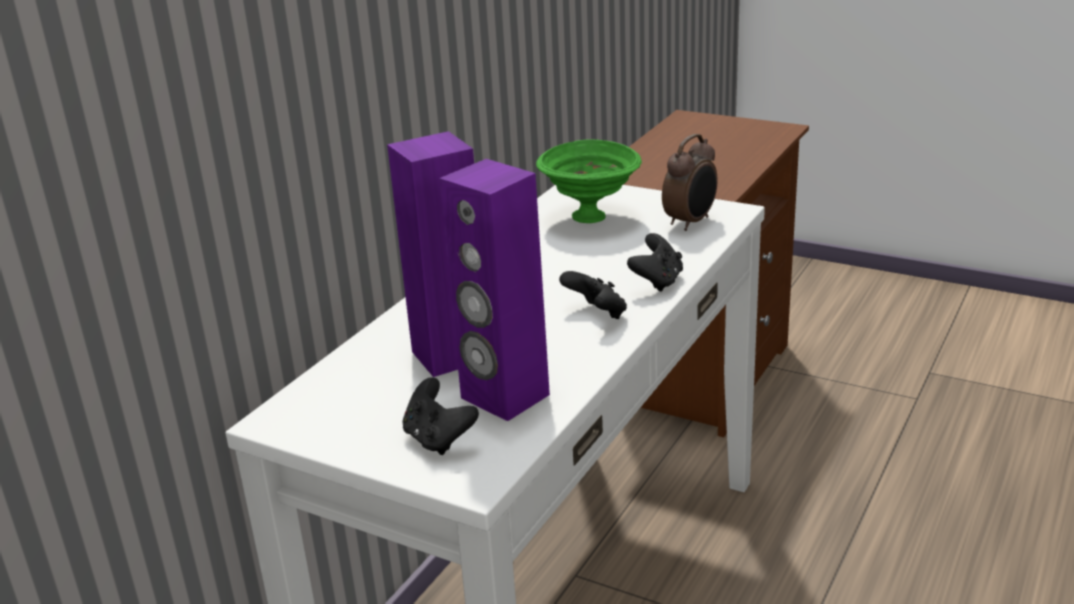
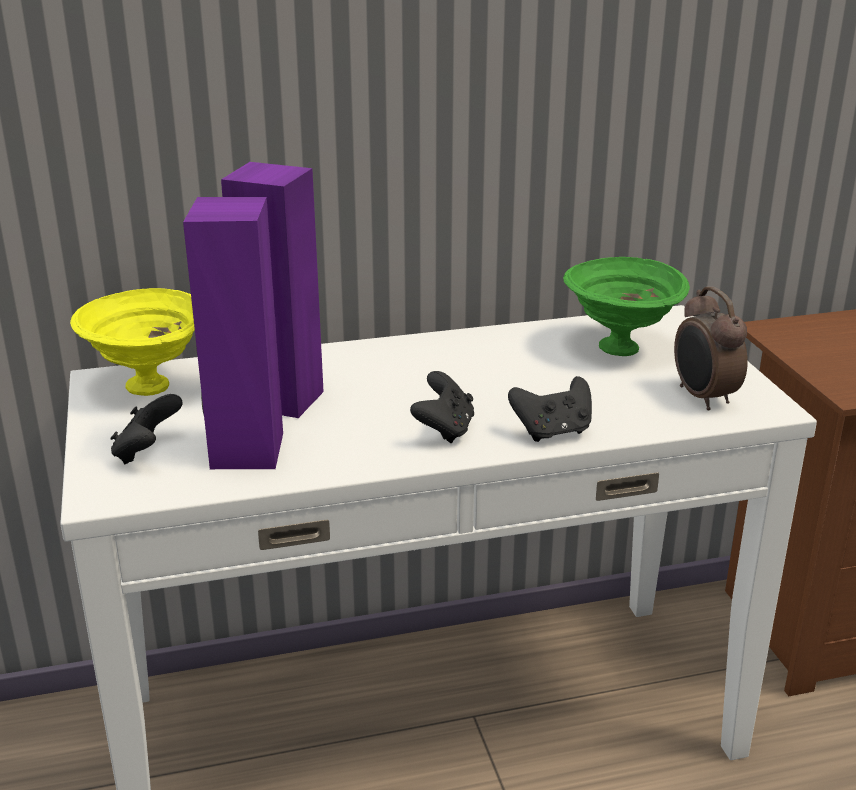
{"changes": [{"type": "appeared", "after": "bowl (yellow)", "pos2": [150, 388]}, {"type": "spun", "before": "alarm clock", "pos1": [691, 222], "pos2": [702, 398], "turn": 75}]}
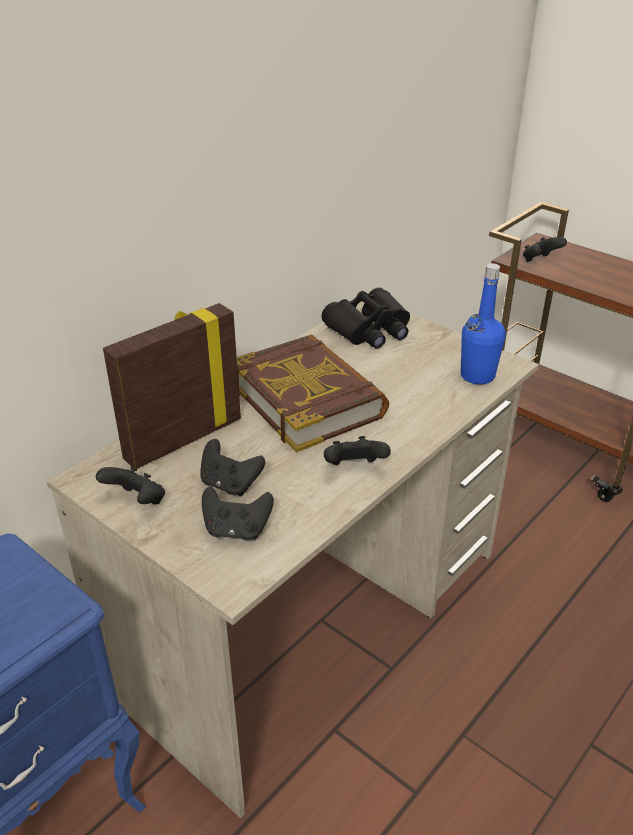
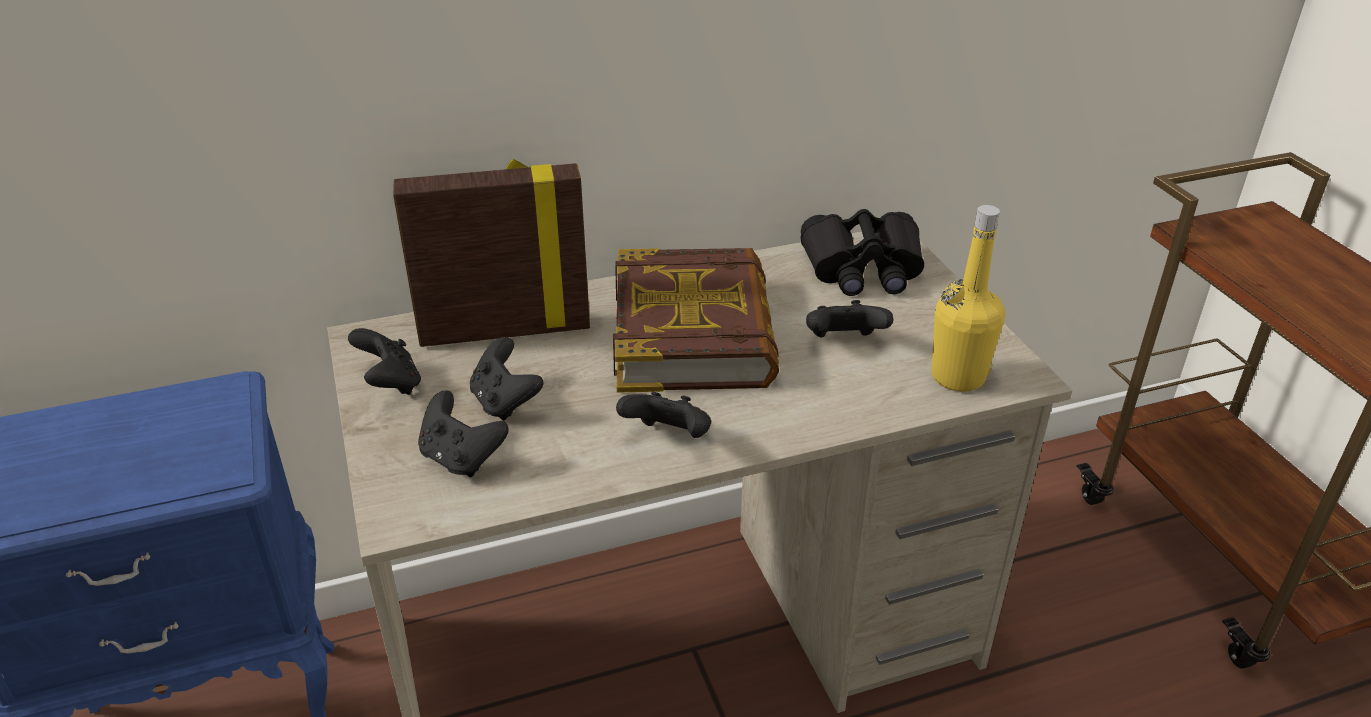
{"changes": [{"type": "relocated", "before": "game controller (black)", "pos1": [540, 261], "pos2": [844, 342]}, {"type": "colour", "before": "bottle (blue)", "after": "bottle (yellow)", "pos1": [477, 376], "pos2": [958, 377]}]}
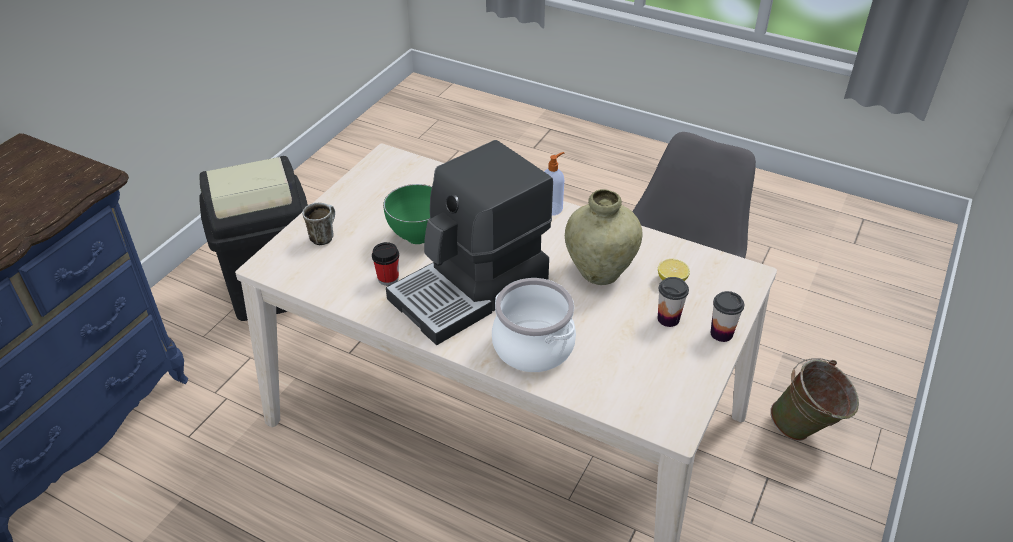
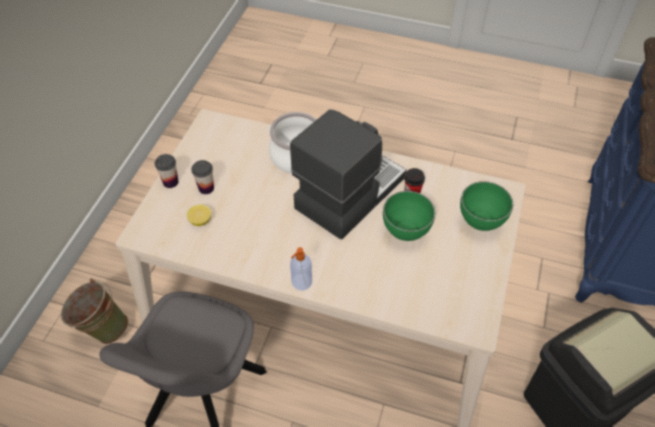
{"changes": [{"type": "missing", "before": "vase (beige)", "pos1": [599, 272]}, {"type": "exchanged", "before": "mug", "after": "bowl (green)", "pos1": [323, 236], "pos2": [481, 224]}]}
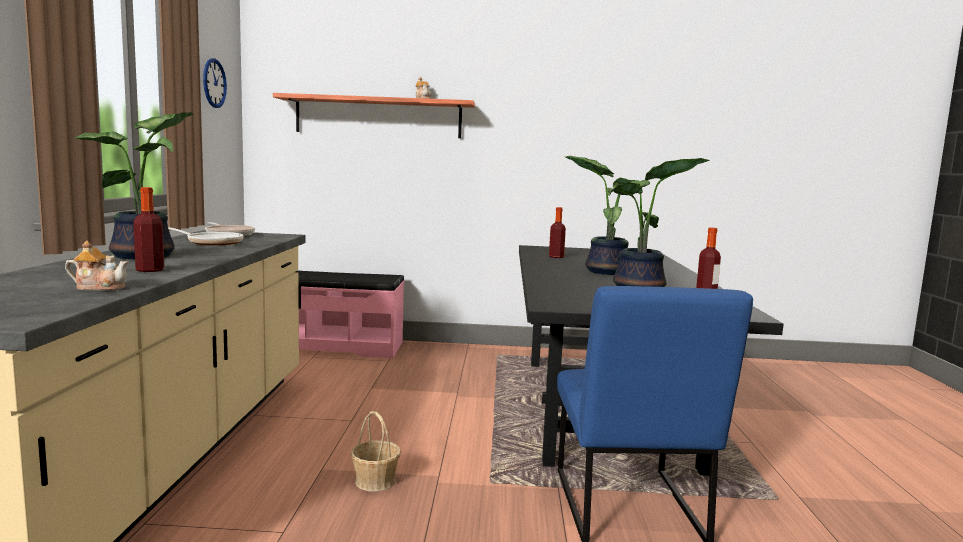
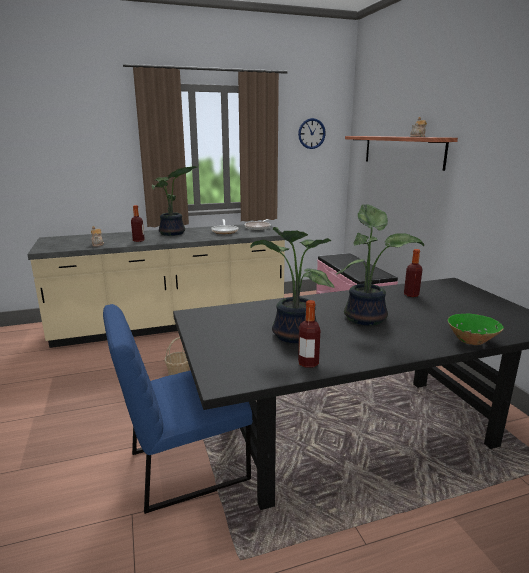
{"changes": [{"type": "appeared", "after": "bowl (green)", "pos2": [471, 341]}]}
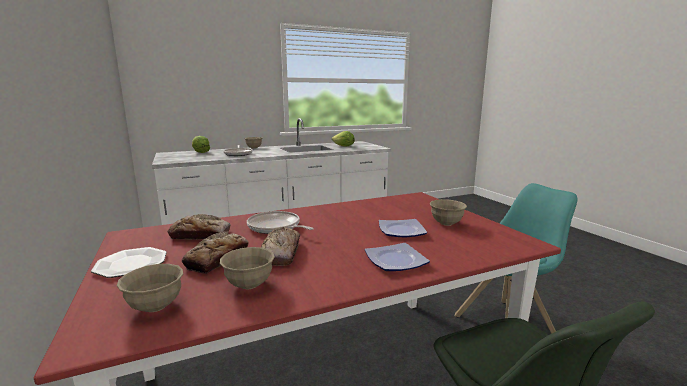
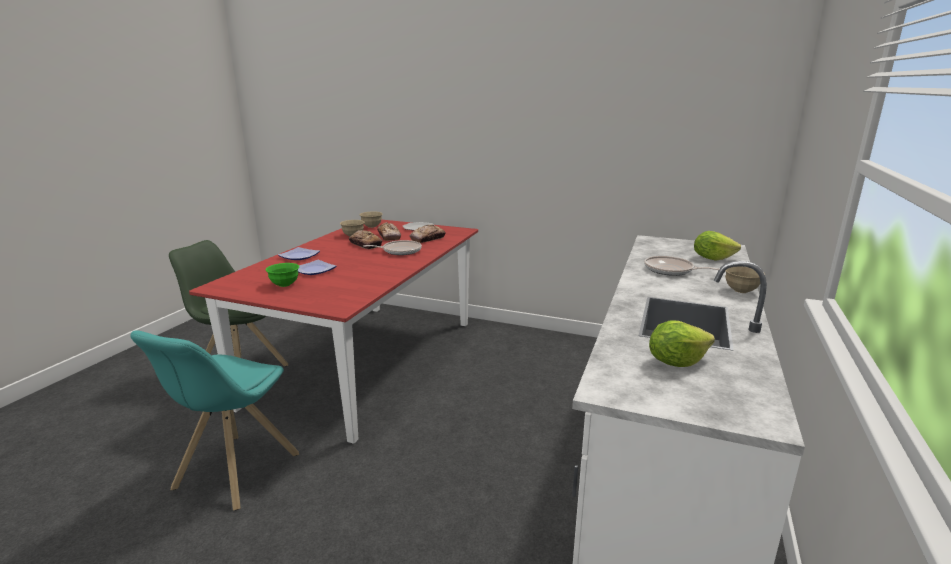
{"changes": [{"type": "colour", "before": "bowl (beige)", "after": "bowl (green)", "pos1": [446, 223], "pos2": [284, 285]}]}
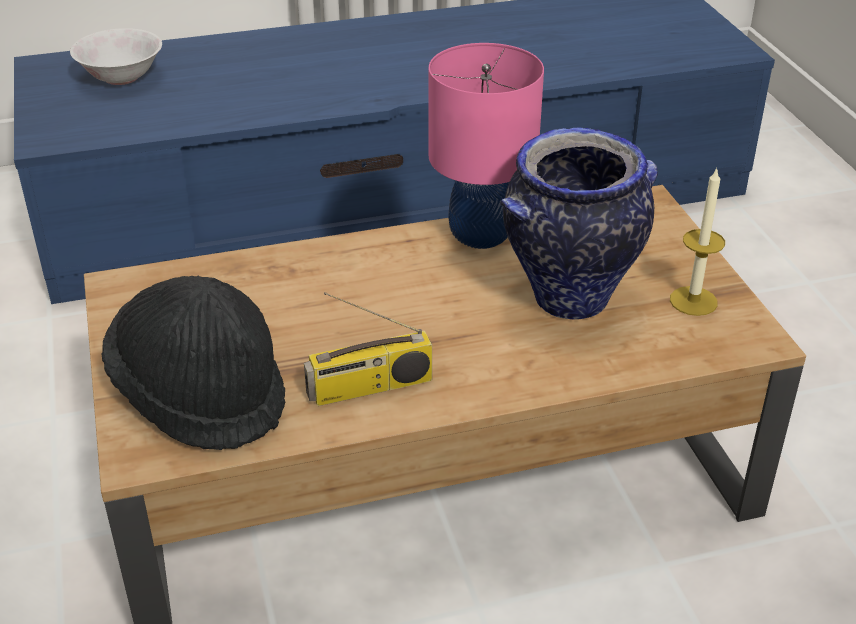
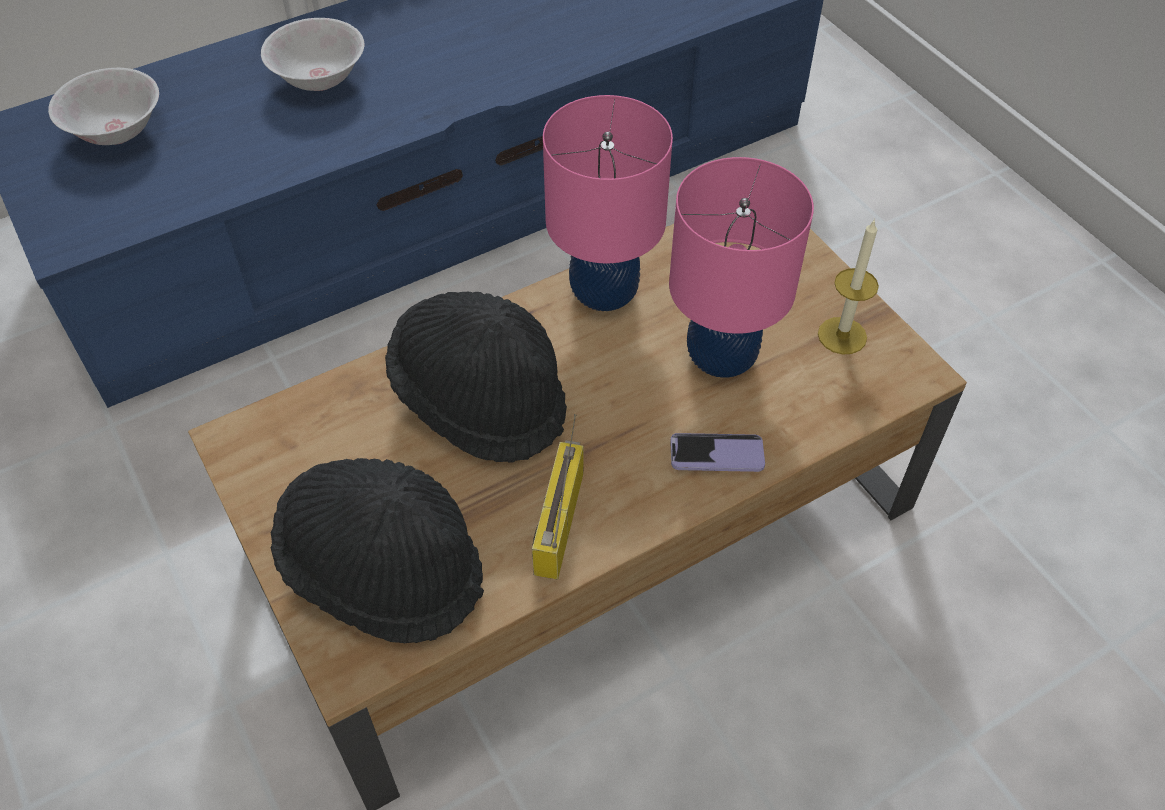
{"changes": [{"type": "appeared", "after": "bowl (white)", "pos2": [319, 79]}, {"type": "appeared", "after": "hat (black)", "pos2": [480, 399]}, {"type": "appeared", "after": "phone", "pos2": [716, 454]}, {"type": "exchanged", "before": "vase", "after": "table lamp (pink)", "pos1": [569, 301], "pos2": [721, 361]}, {"type": "spun", "before": "radio", "pos1": [369, 388], "pos2": [558, 519], "turn": 135}]}
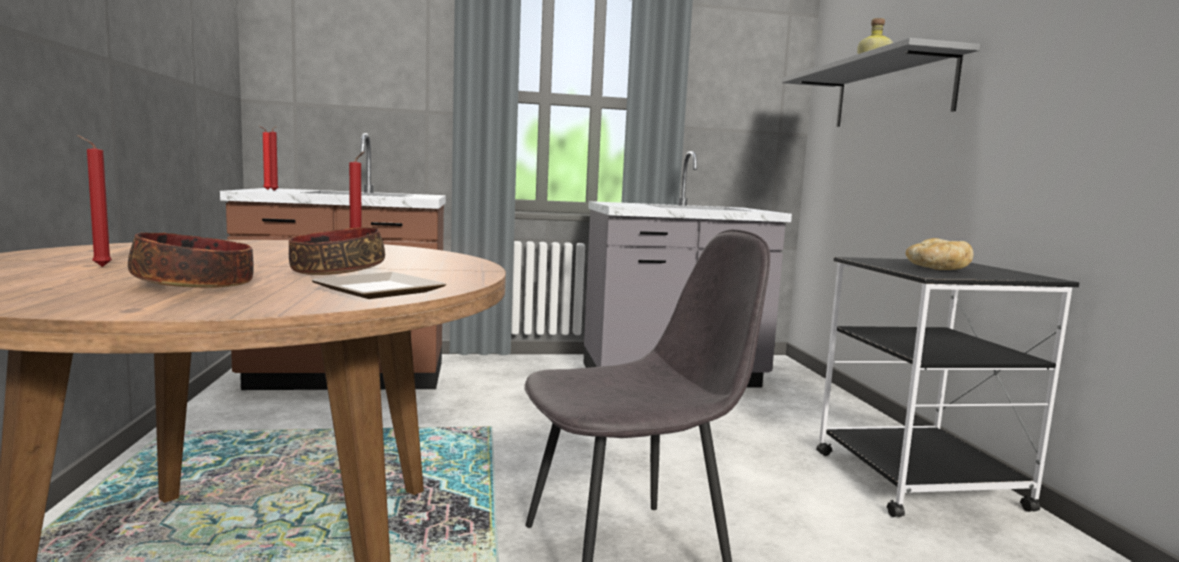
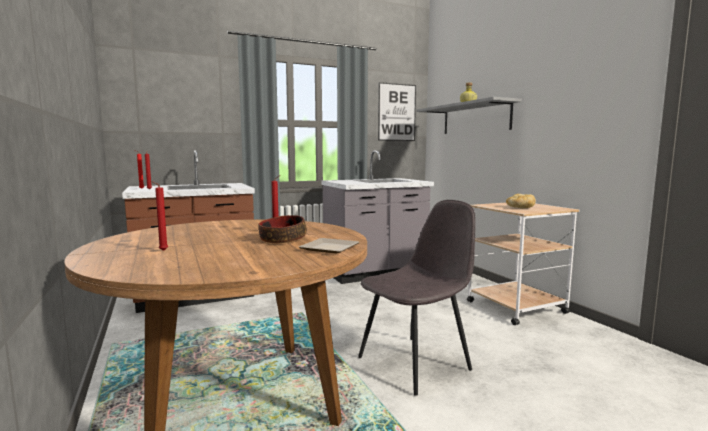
{"changes": [{"type": "missing", "before": "bowl", "pos1": [195, 285]}, {"type": "appeared", "after": "picture", "pos2": [396, 112]}, {"type": "colour", "before": "cart (black)", "after": "cart (beige)", "pos1": [919, 482], "pos2": [517, 308]}]}
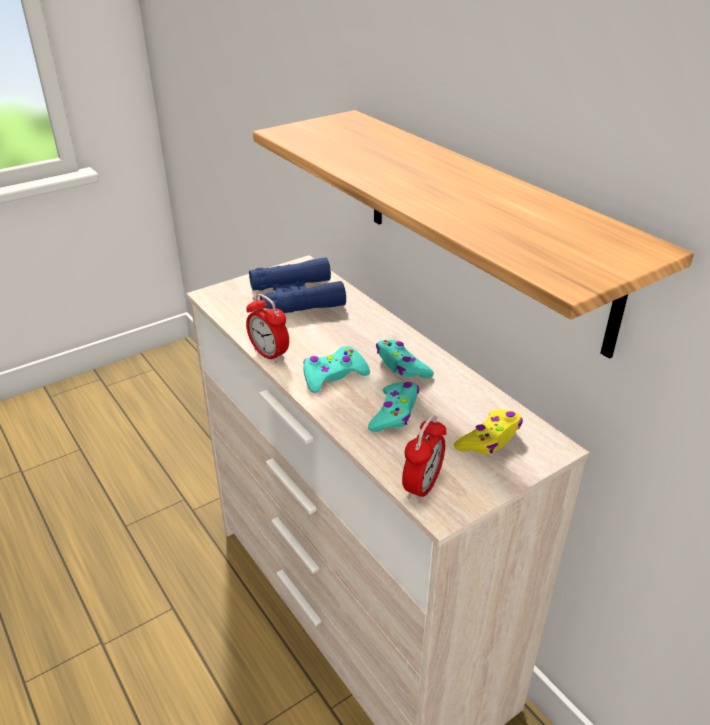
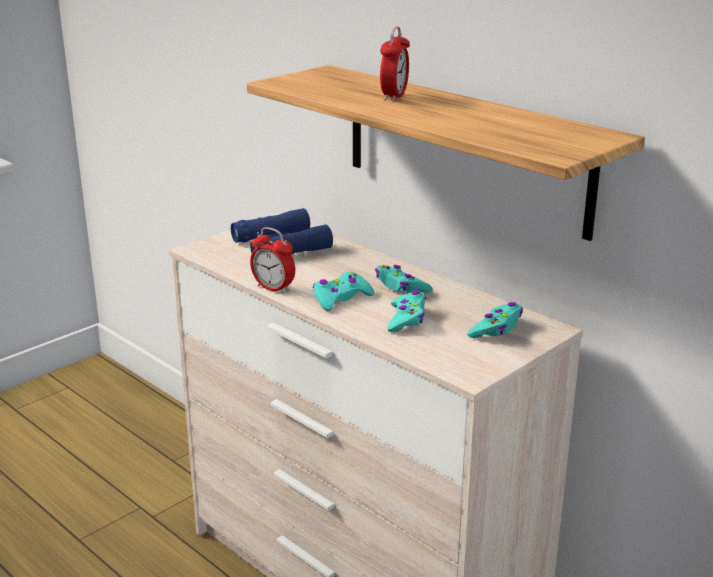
{"changes": [{"type": "relocated", "before": "alarm clock", "pos1": [422, 487], "pos2": [394, 97]}, {"type": "colour", "before": "game controller (yellow)", "after": "game controller (turquoise)", "pos1": [489, 439], "pos2": [496, 329]}]}
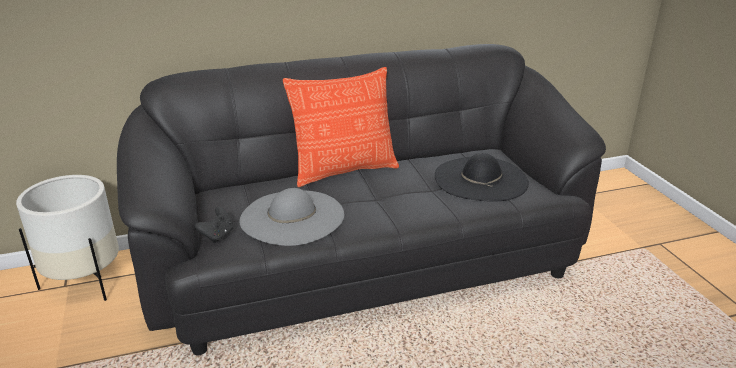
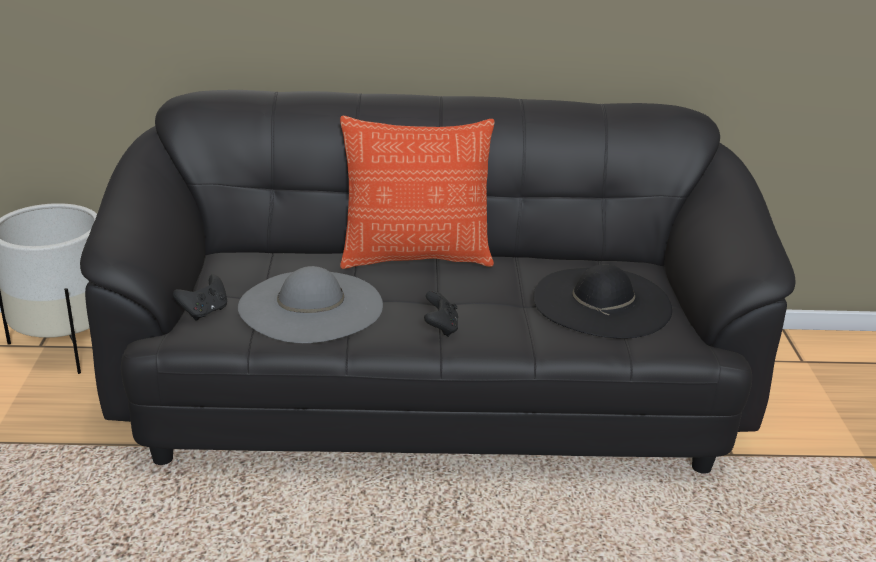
{"changes": [{"type": "appeared", "after": "game controller (black)", "pos2": [440, 328]}]}
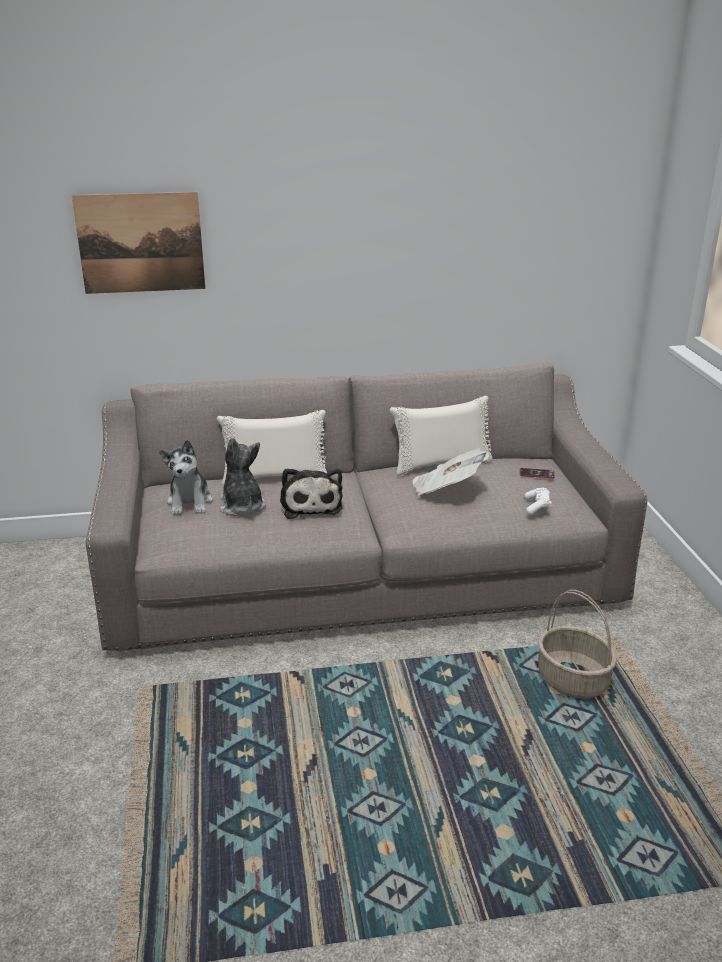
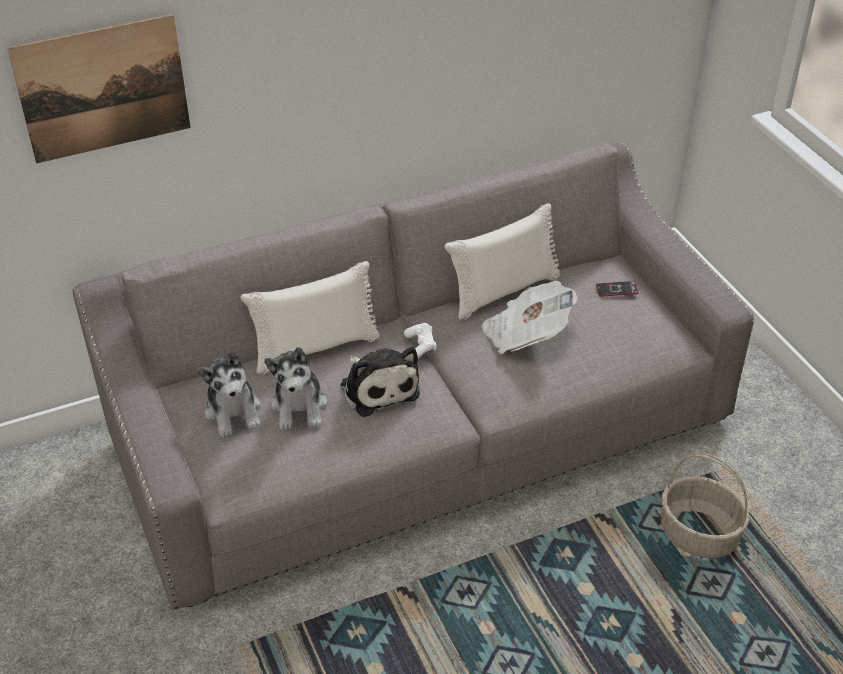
{"changes": [{"type": "relocated", "before": "game controller (white)", "pos1": [537, 507], "pos2": [420, 347]}, {"type": "spun", "before": "plush toy", "pos1": [242, 506], "pos2": [299, 406], "turn": -150}]}
